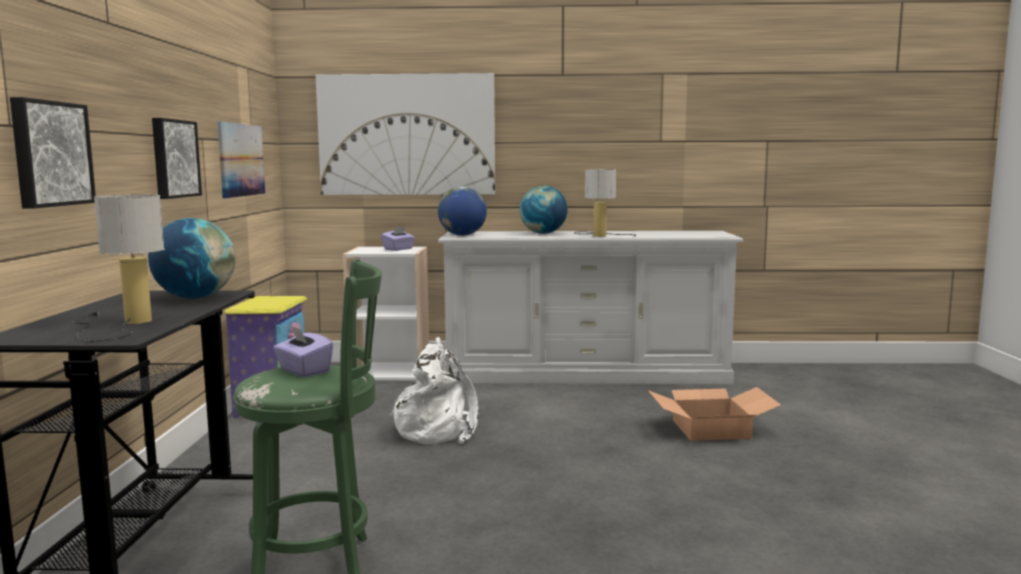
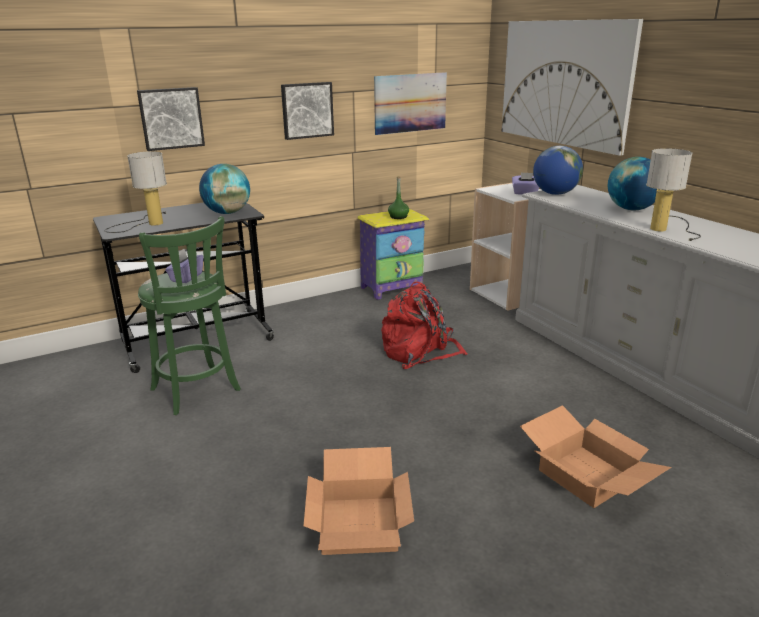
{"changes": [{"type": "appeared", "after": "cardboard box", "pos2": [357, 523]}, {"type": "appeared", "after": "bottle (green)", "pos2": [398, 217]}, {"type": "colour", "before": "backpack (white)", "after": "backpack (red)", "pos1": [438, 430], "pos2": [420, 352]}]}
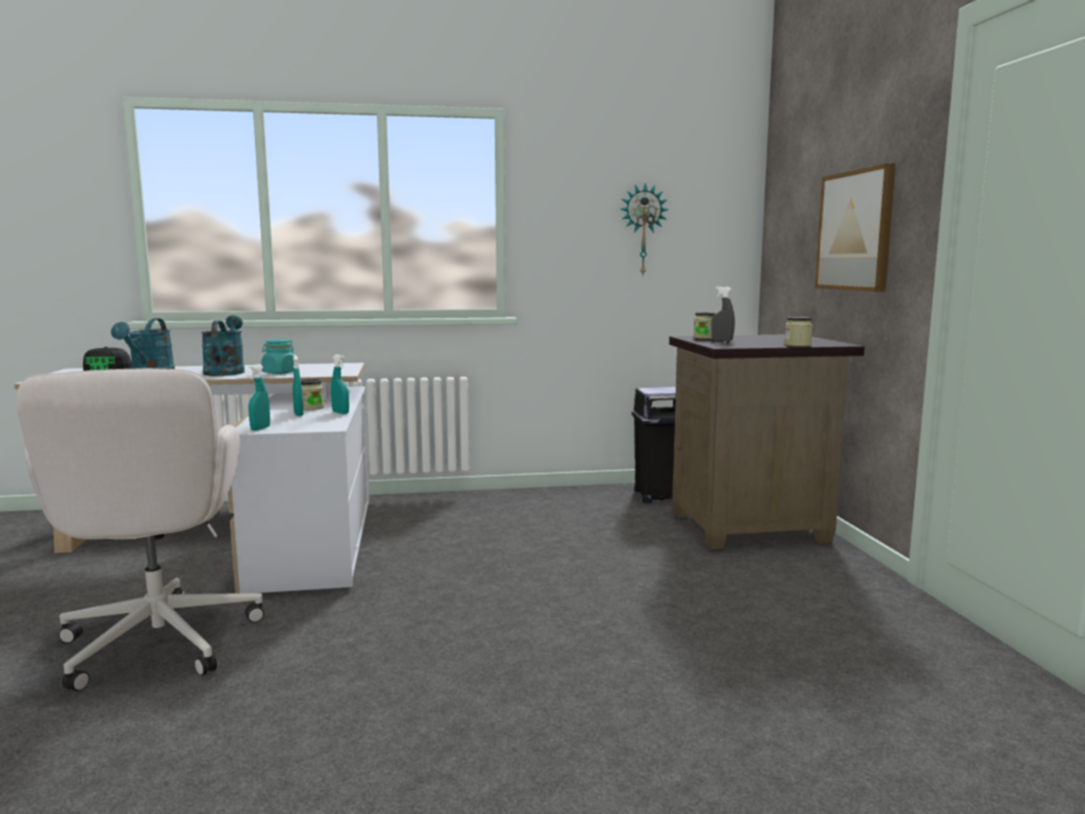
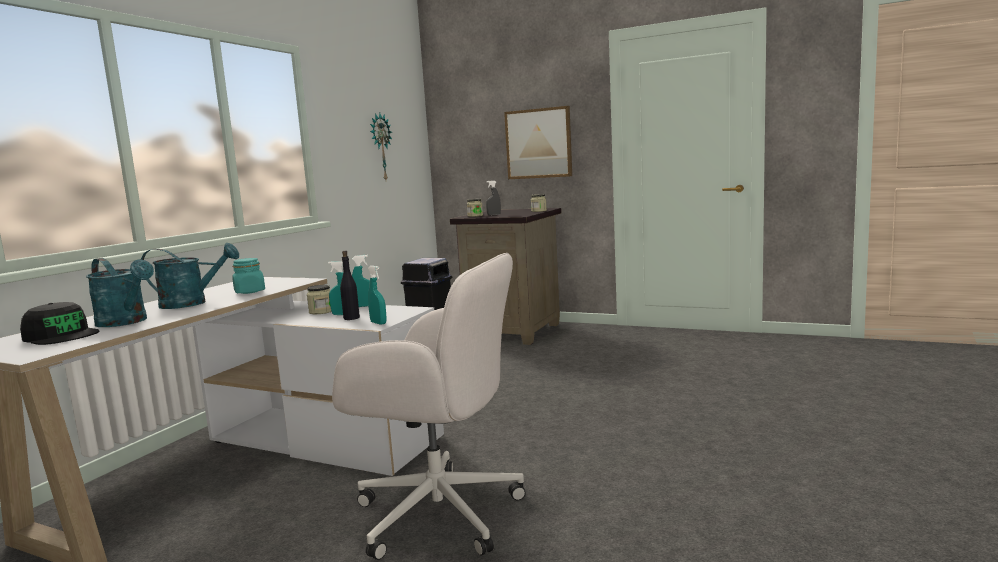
{"changes": [{"type": "appeared", "after": "bottle (black)", "pos2": [351, 318]}, {"type": "spun", "before": "watering can (turquoise)", "pos1": [226, 372], "pos2": [192, 303], "turn": 150}]}
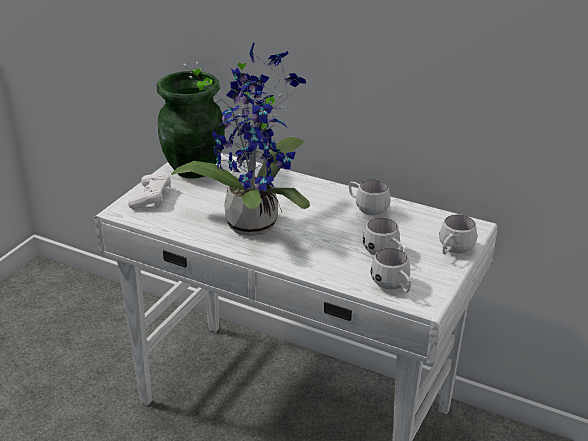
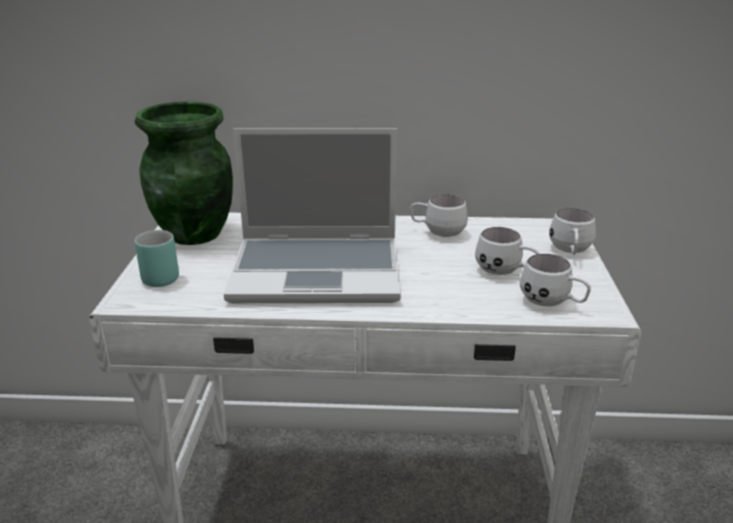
{"changes": [{"type": "exchanged", "before": "game controller (white)", "after": "mug (turquoise)", "pos1": [151, 197], "pos2": [160, 275]}, {"type": "exchanged", "before": "potted plant", "after": "laptop", "pos1": [253, 220], "pos2": [319, 271]}]}
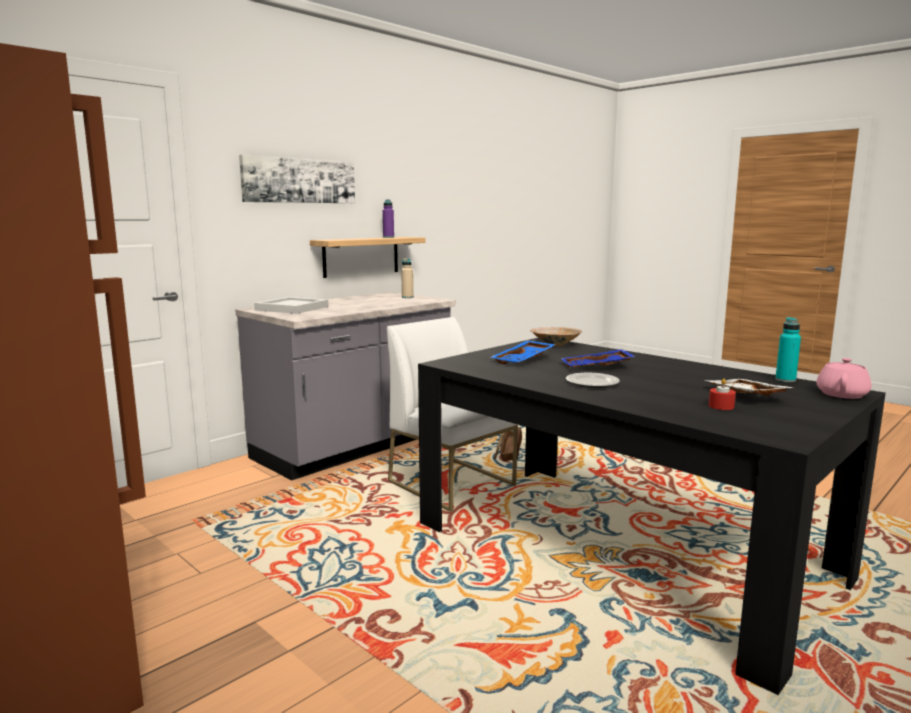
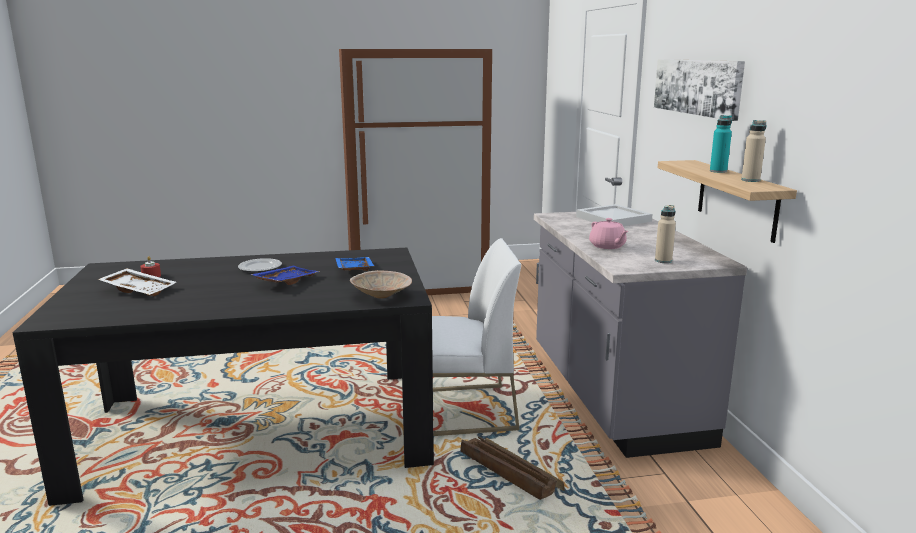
{"changes": [{"type": "relocated", "before": "bottle (turquoise)", "pos1": [785, 380], "pos2": [718, 171]}, {"type": "relocated", "before": "teapot (pink)", "pos1": [842, 394], "pos2": [607, 246]}, {"type": "colour", "before": "bottle (purple)", "after": "bottle (beige)", "pos1": [388, 237], "pos2": [750, 180]}]}
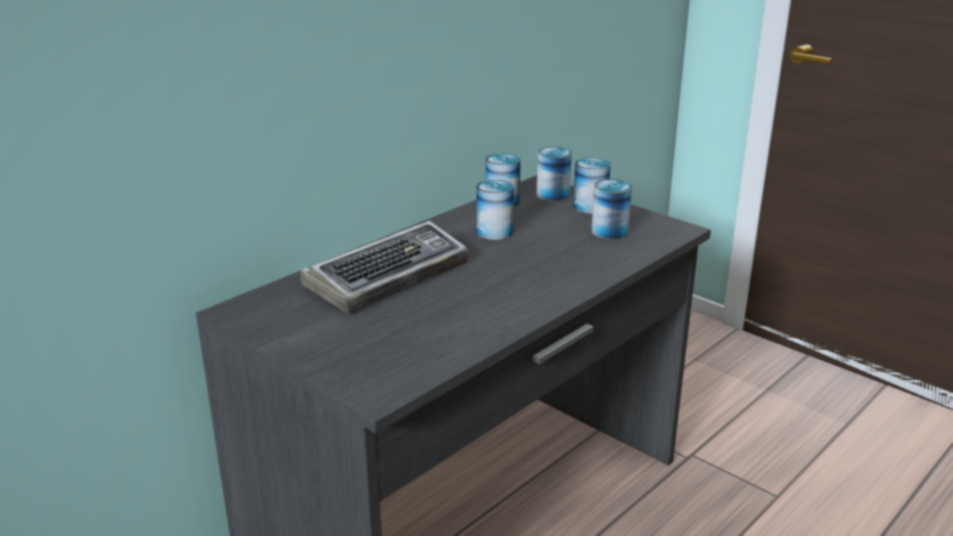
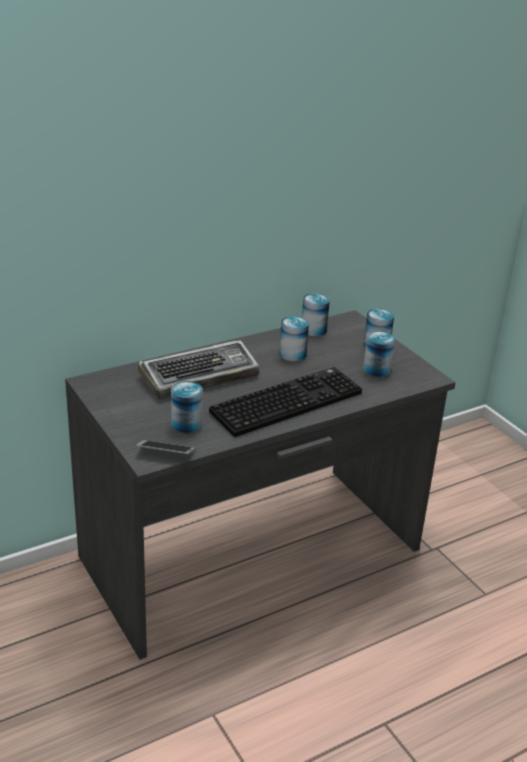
{"changes": [{"type": "appeared", "after": "phone", "pos2": [165, 452]}, {"type": "appeared", "after": "keyboard", "pos2": [286, 401]}, {"type": "relocated", "before": "can", "pos1": [553, 194], "pos2": [186, 424]}]}
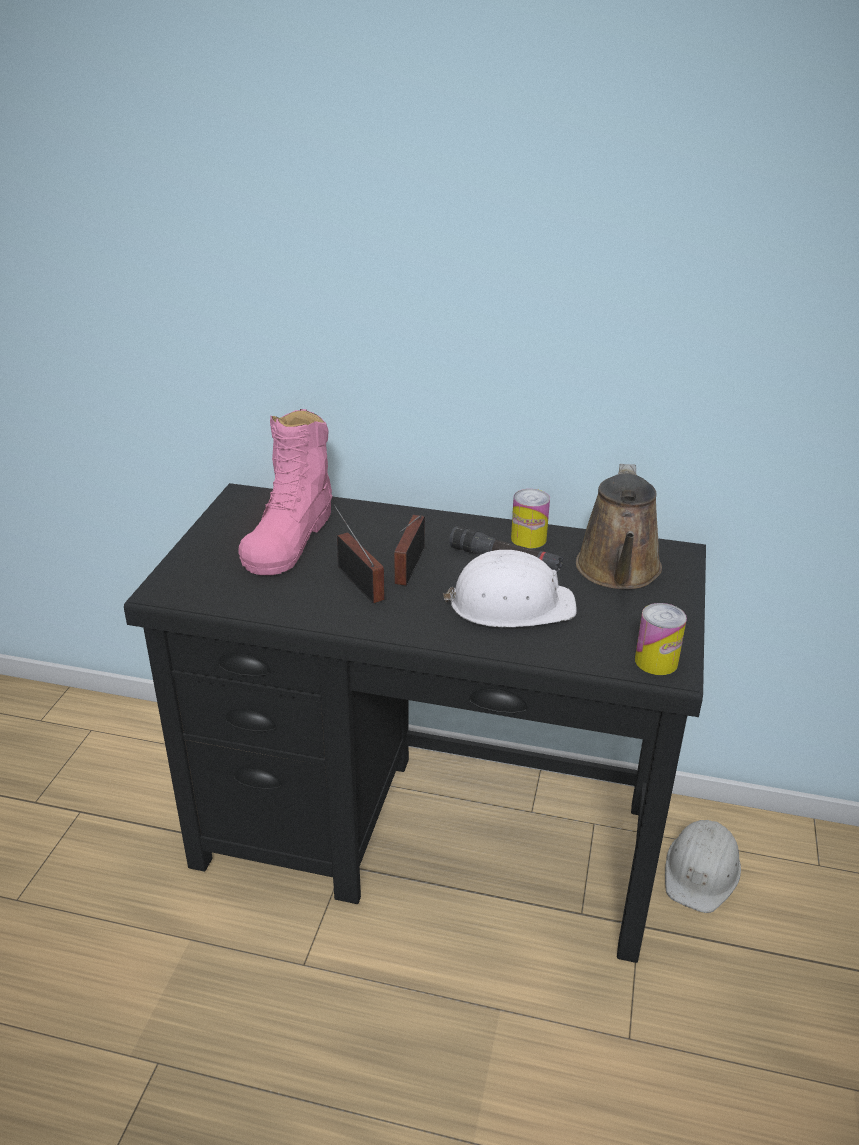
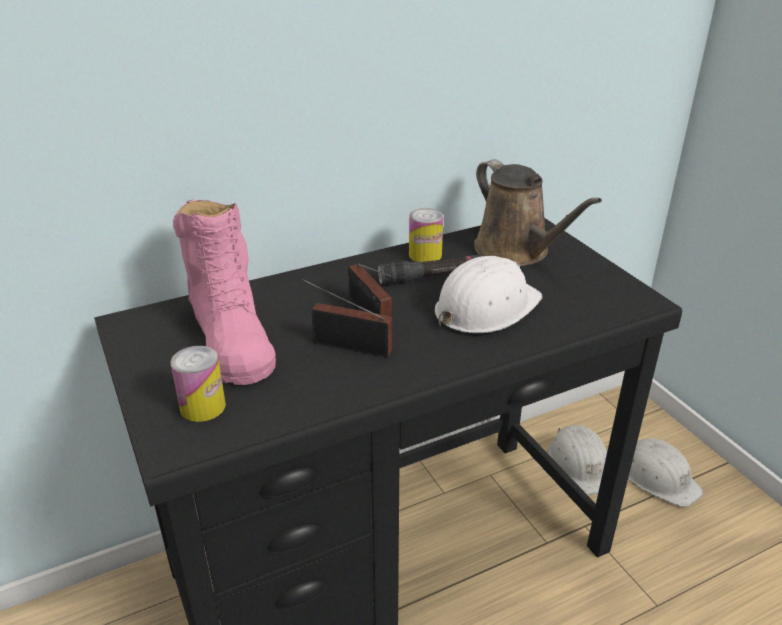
{"changes": [{"type": "appeared", "after": "hard hat (white)", "pos2": [658, 477]}, {"type": "relocated", "before": "can", "pos1": [656, 661], "pos2": [203, 406]}]}
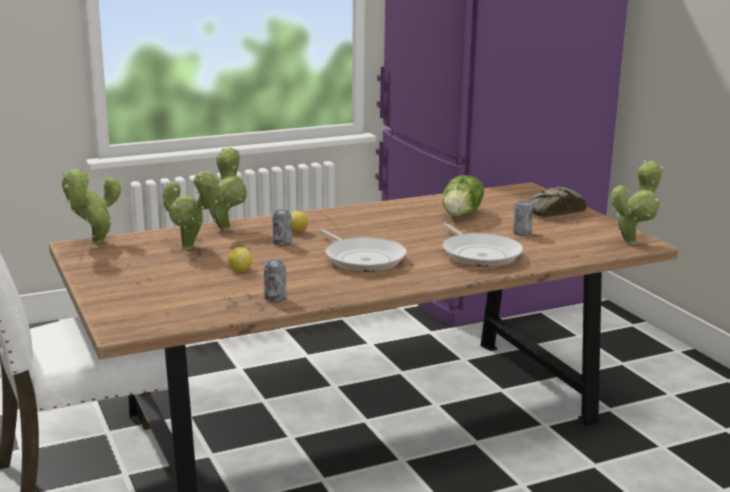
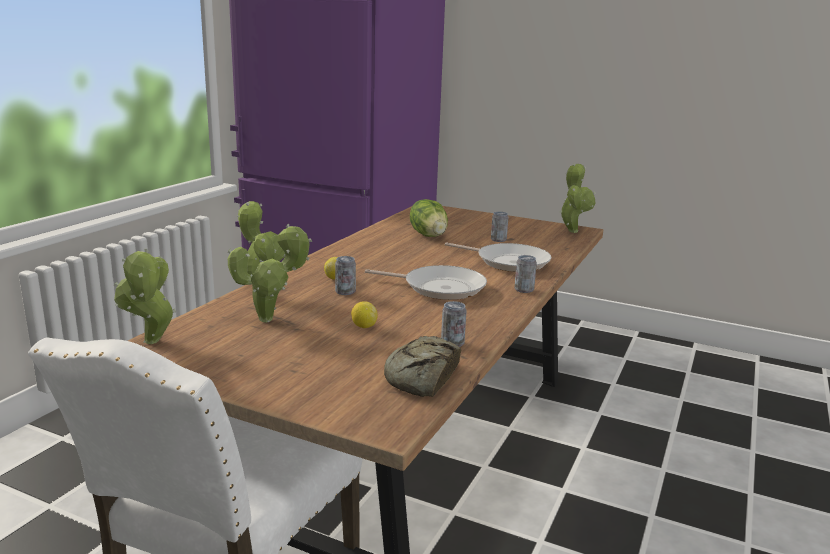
{"changes": [{"type": "appeared", "after": "can", "pos2": [524, 290]}, {"type": "relocated", "before": "bread", "pos1": [553, 211], "pos2": [422, 377]}]}
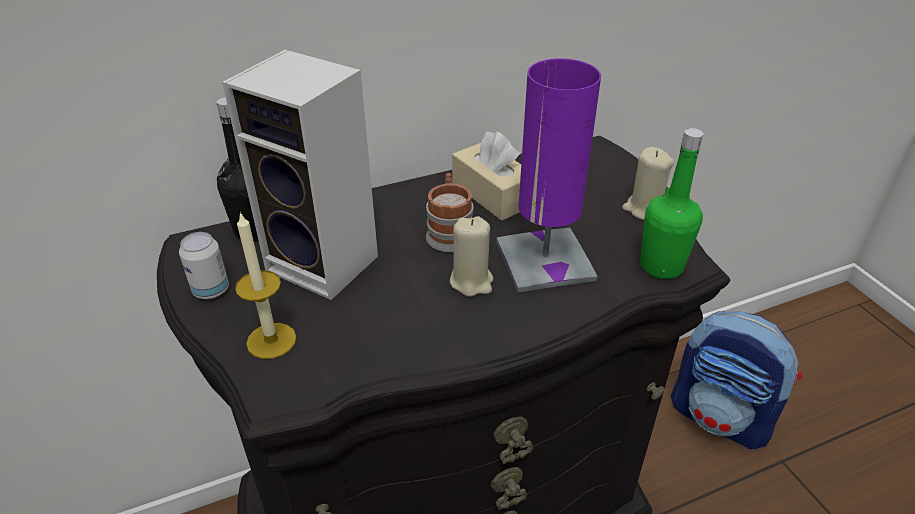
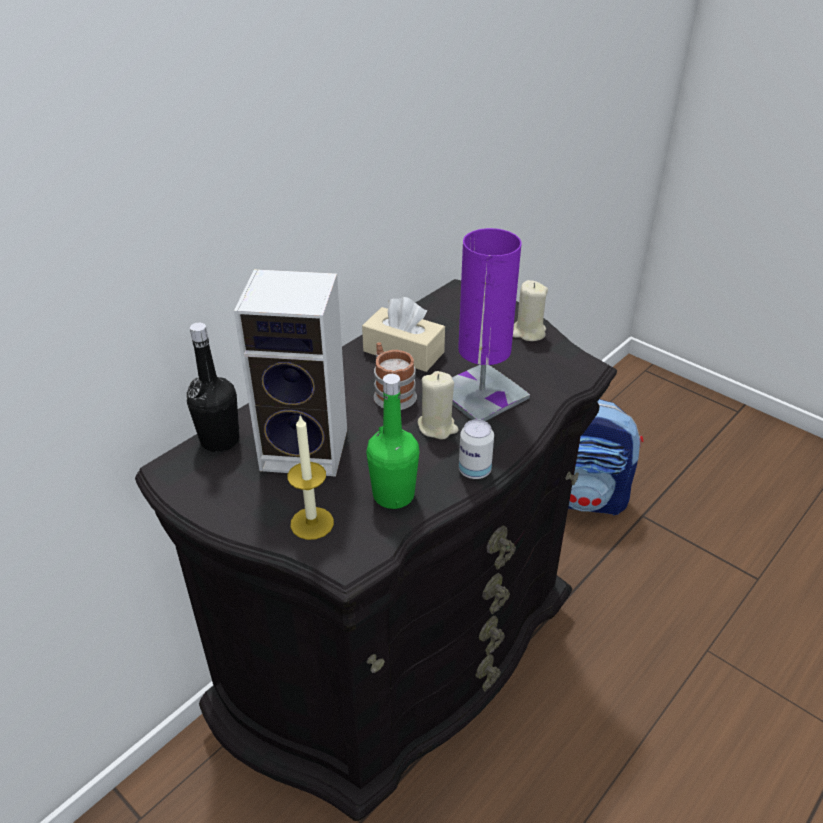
{"changes": [{"type": "relocated", "before": "can", "pos1": [211, 290], "pos2": [474, 471]}, {"type": "relocated", "before": "bottle (green)", "pos1": [661, 266], "pos2": [393, 495]}]}
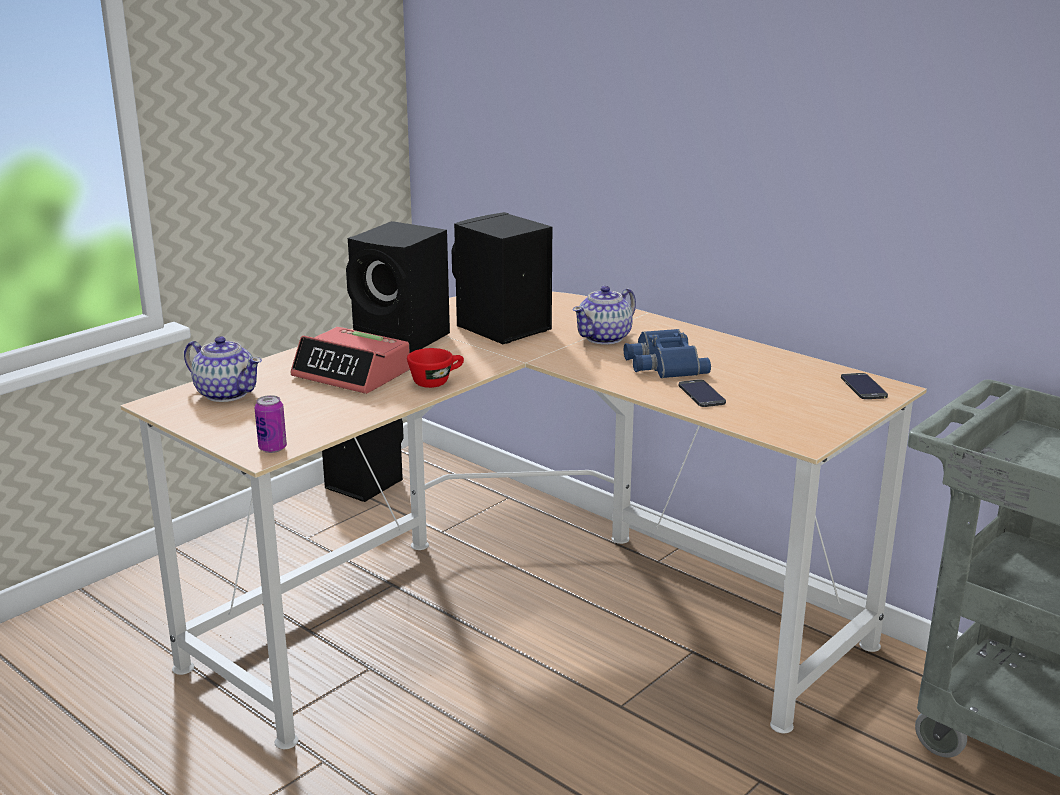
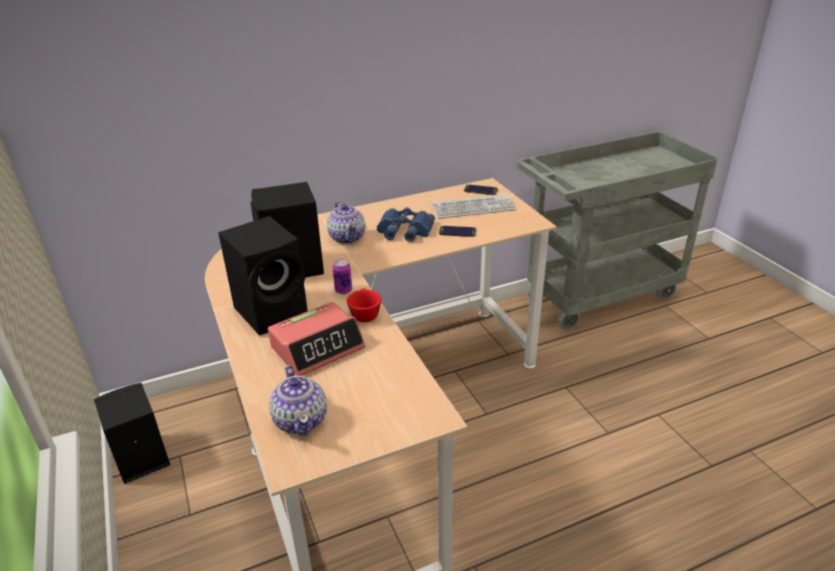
{"changes": [{"type": "appeared", "after": "keyboard", "pos2": [473, 208]}, {"type": "relocated", "before": "can", "pos1": [272, 448], "pos2": [343, 290]}, {"type": "spun", "before": "teapot", "pos1": [226, 393], "pos2": [301, 420], "turn": 105}]}
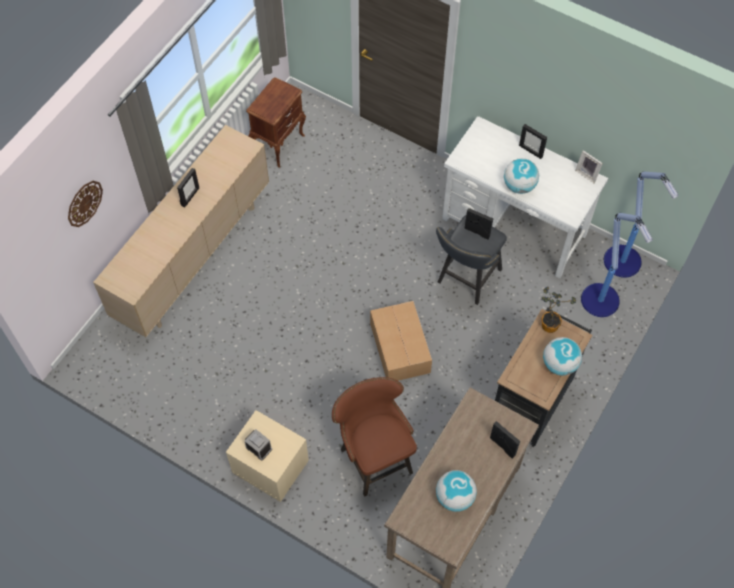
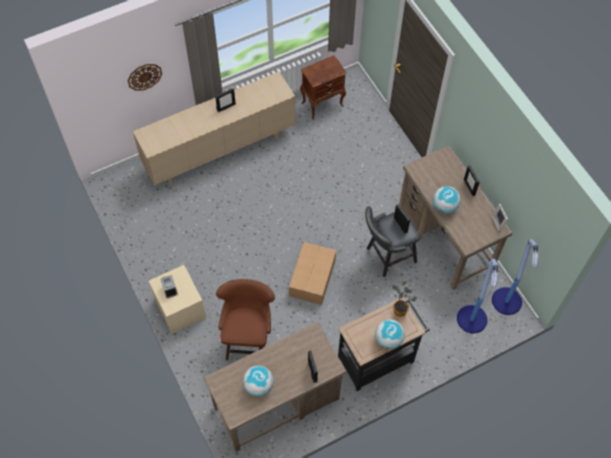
{"changes": [{"type": "colour", "before": "desk (white)", "after": "desk (brown)", "pos1": [514, 226], "pos2": [445, 237]}]}
